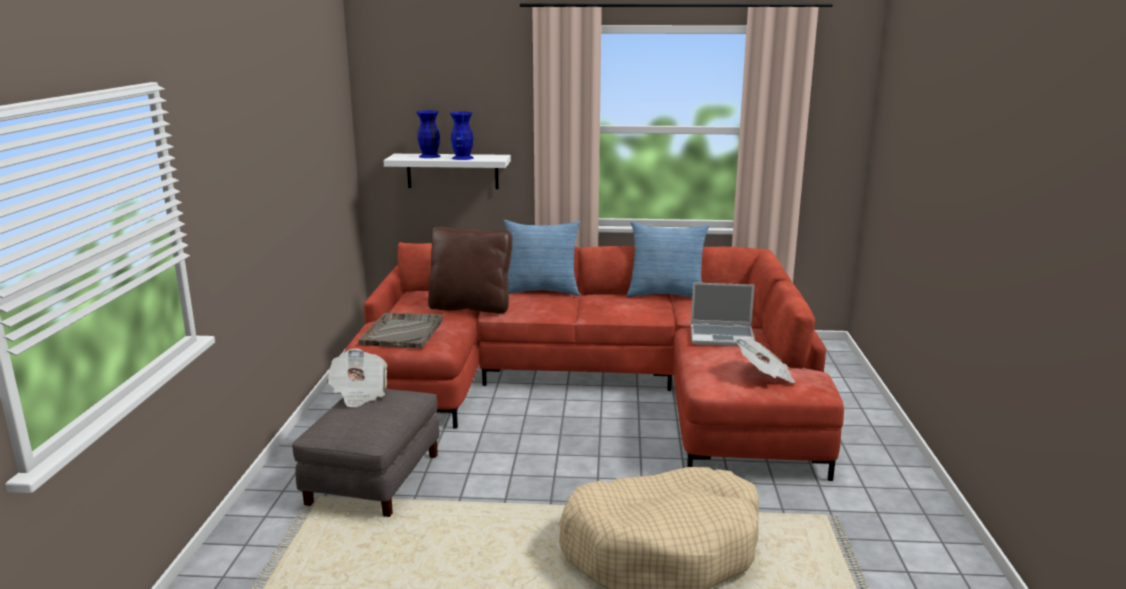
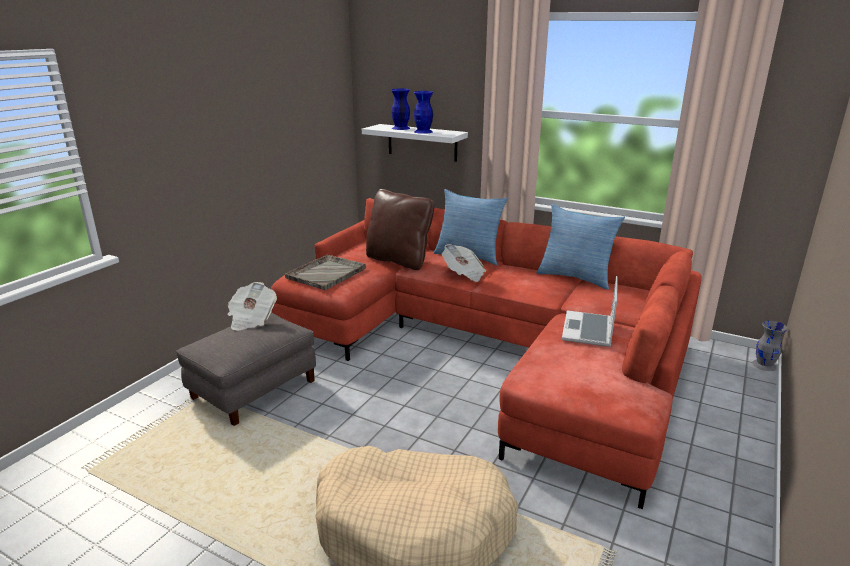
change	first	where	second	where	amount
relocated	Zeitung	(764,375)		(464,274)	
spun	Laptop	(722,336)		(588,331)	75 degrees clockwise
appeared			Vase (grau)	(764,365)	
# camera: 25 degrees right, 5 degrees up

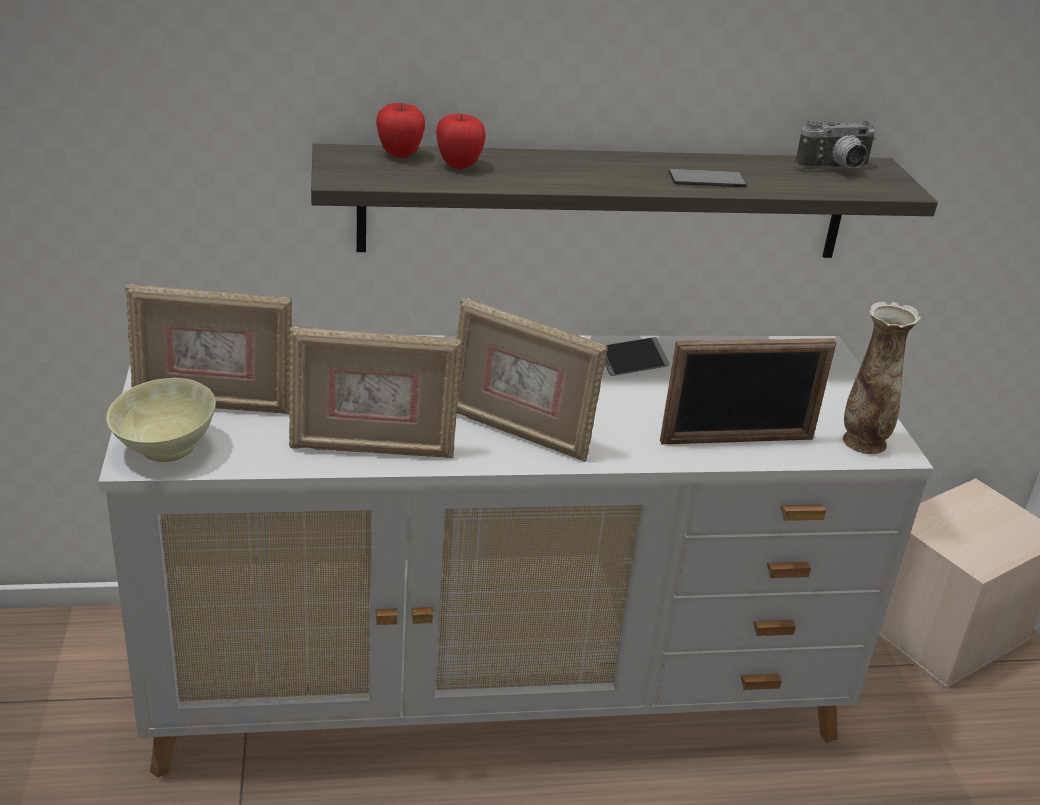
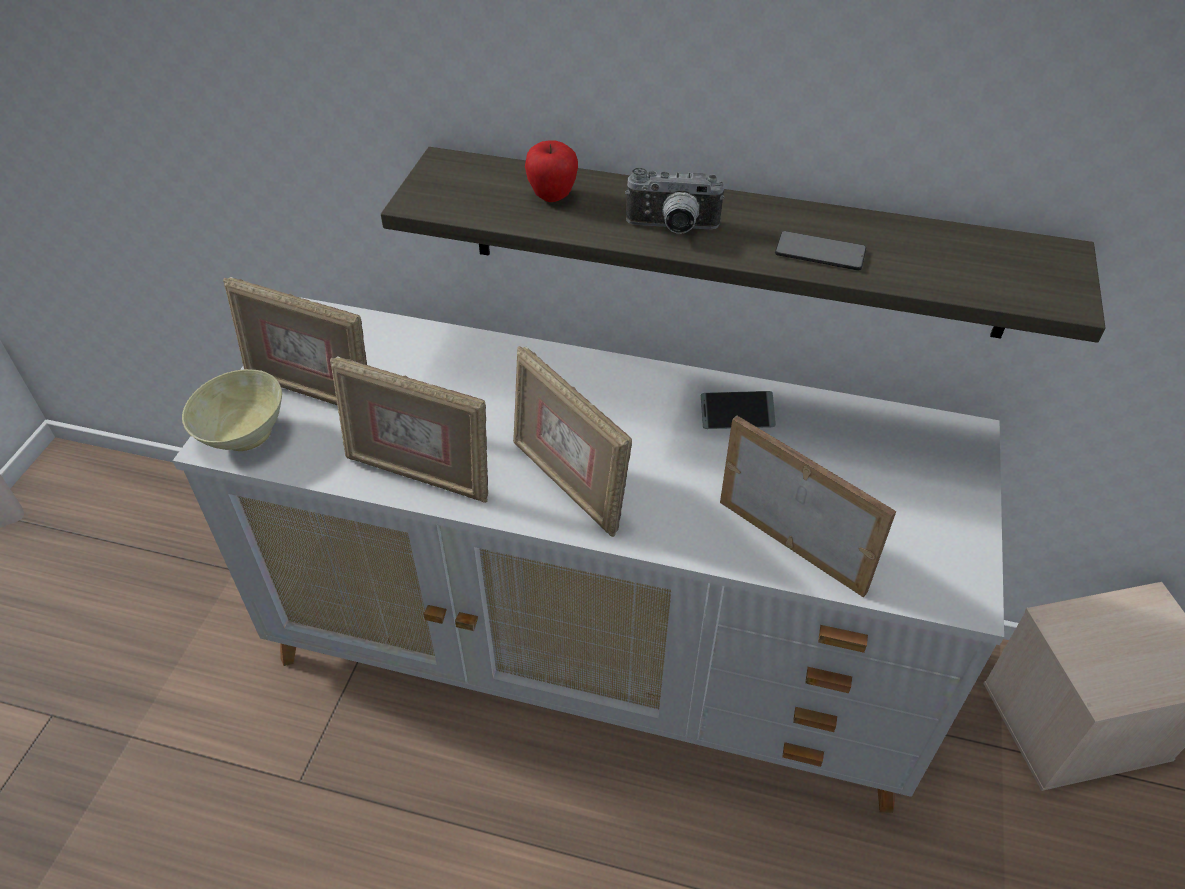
change	first	where	second	where	amount
relocated	Kamera	(836,170)		(672,229)	
spun	Bilderrahmen	(737,440)		(791,545)	150 degrees counterclockwise
missing	Apfel	(400,155)			
missing	Vase	(862,442)			
# camera: 25 degrees right, 15 degrees up

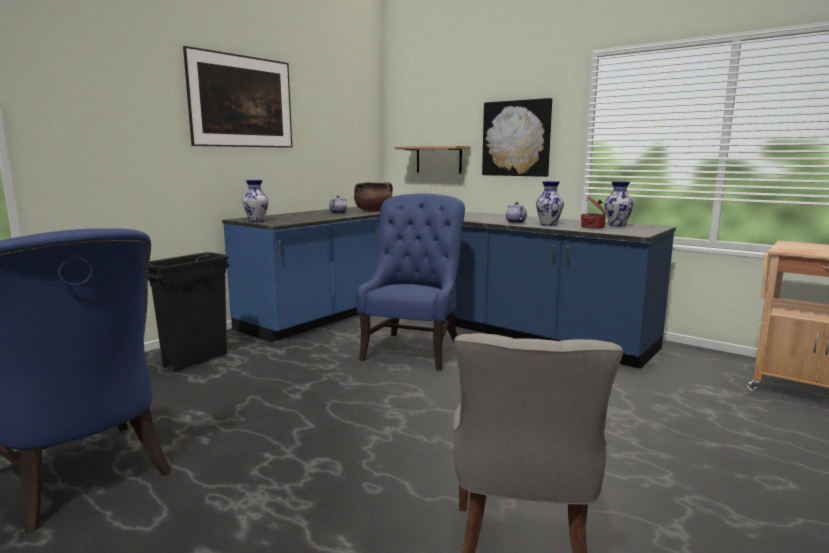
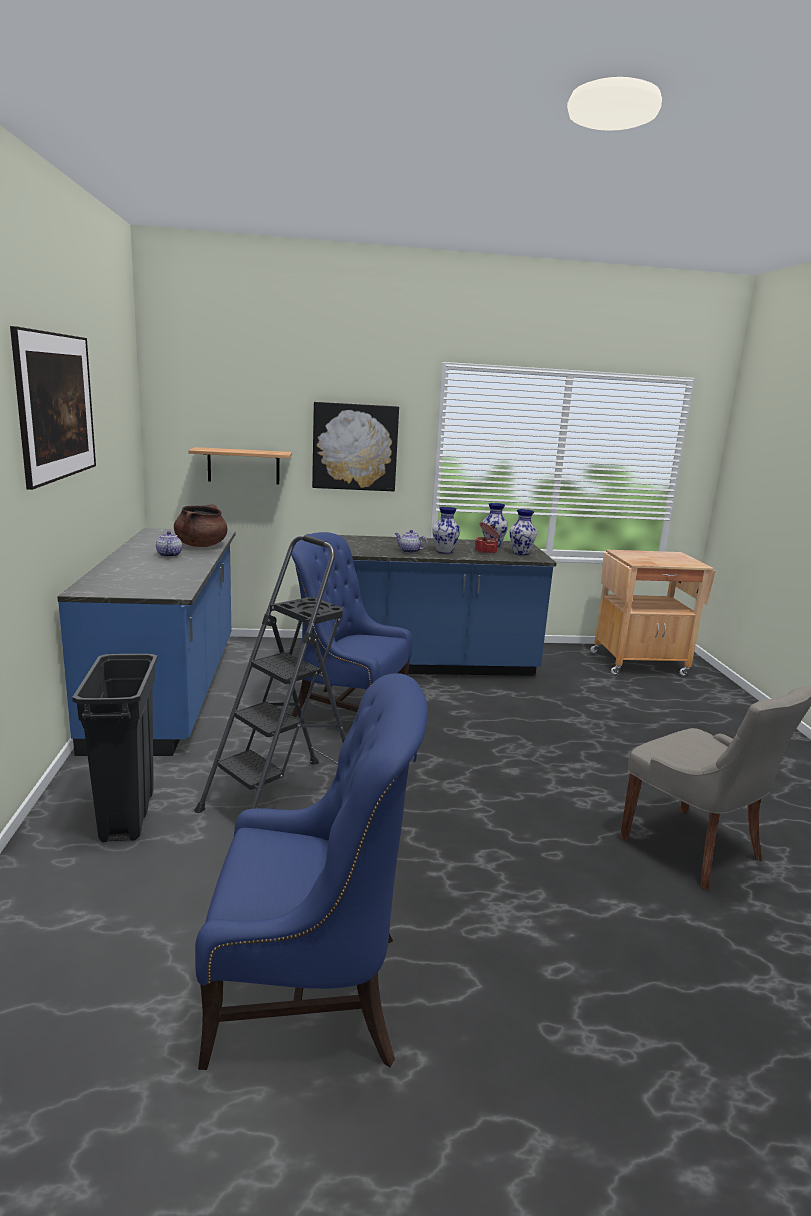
change	first	where	second	where	amount
appeared			Trittleiter	(284,799)	
spun	Stuhl (blau)	(413,350)		(347,714)	45 degrees counterclockwise
relocated	Vase	(256,221)		(521,553)	
# camera: 45 degrees left, 5 degrees up

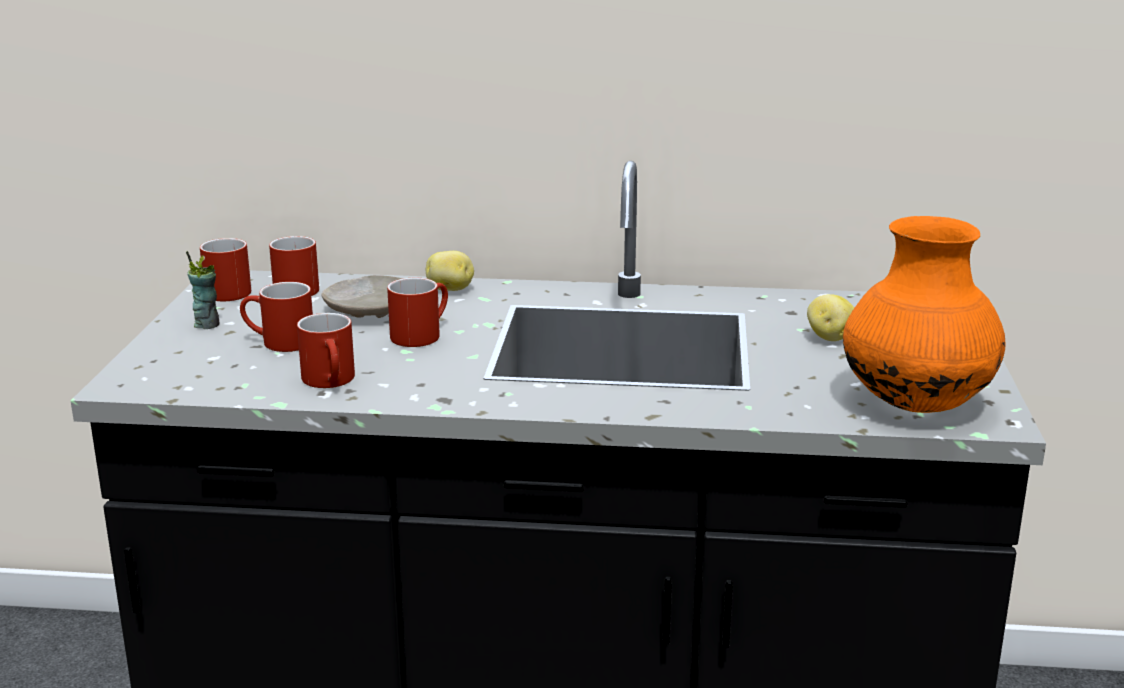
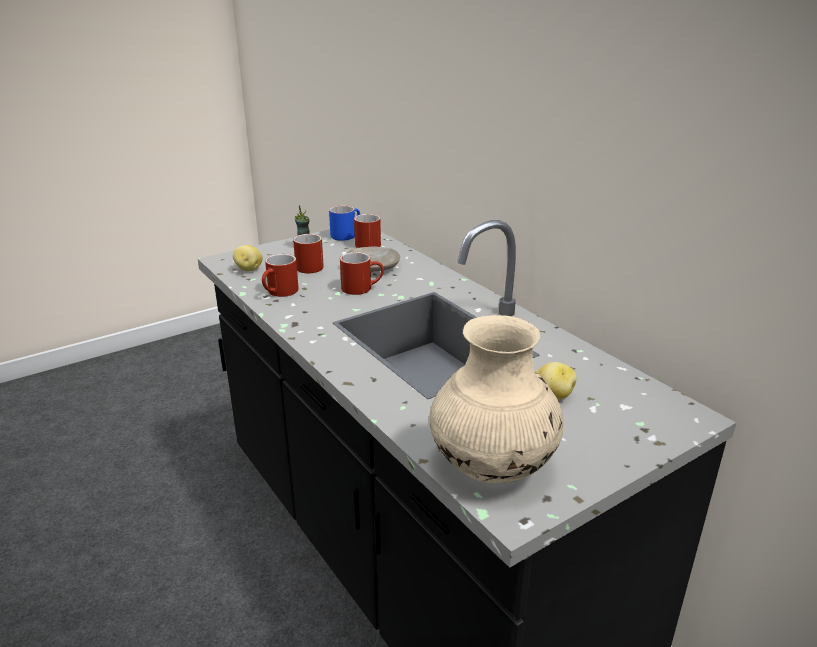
change	first	where	second	where	amount
relocated	Kartoffel	(450,289)		(248,269)	
colour	Henkelbecher (rot)	(227,290)	Henkelbecher (blau)	(346,234)	
colour	Vase (orange)	(916,405)	Vase (beige)	(492,468)	
# camera: 50 degrees right, 5 degrees up

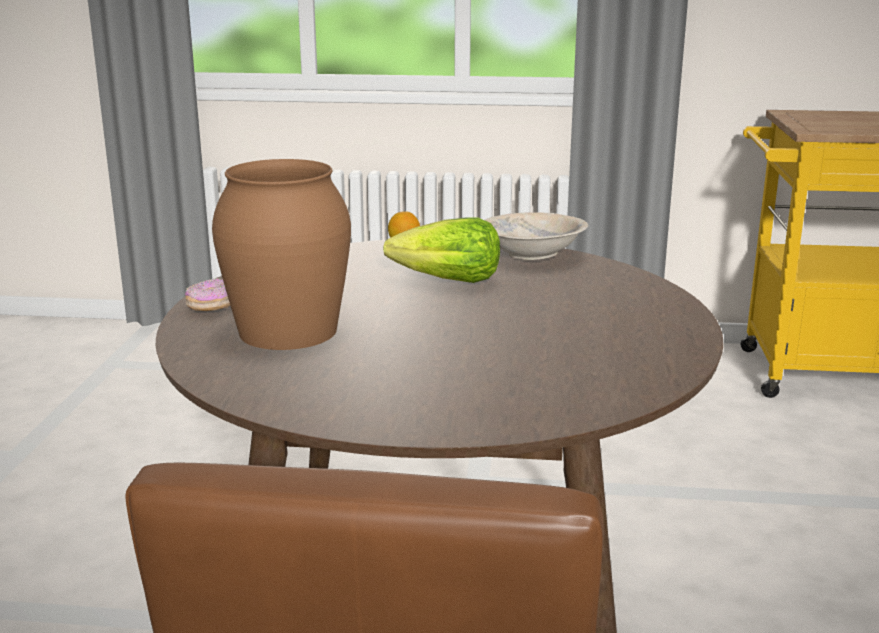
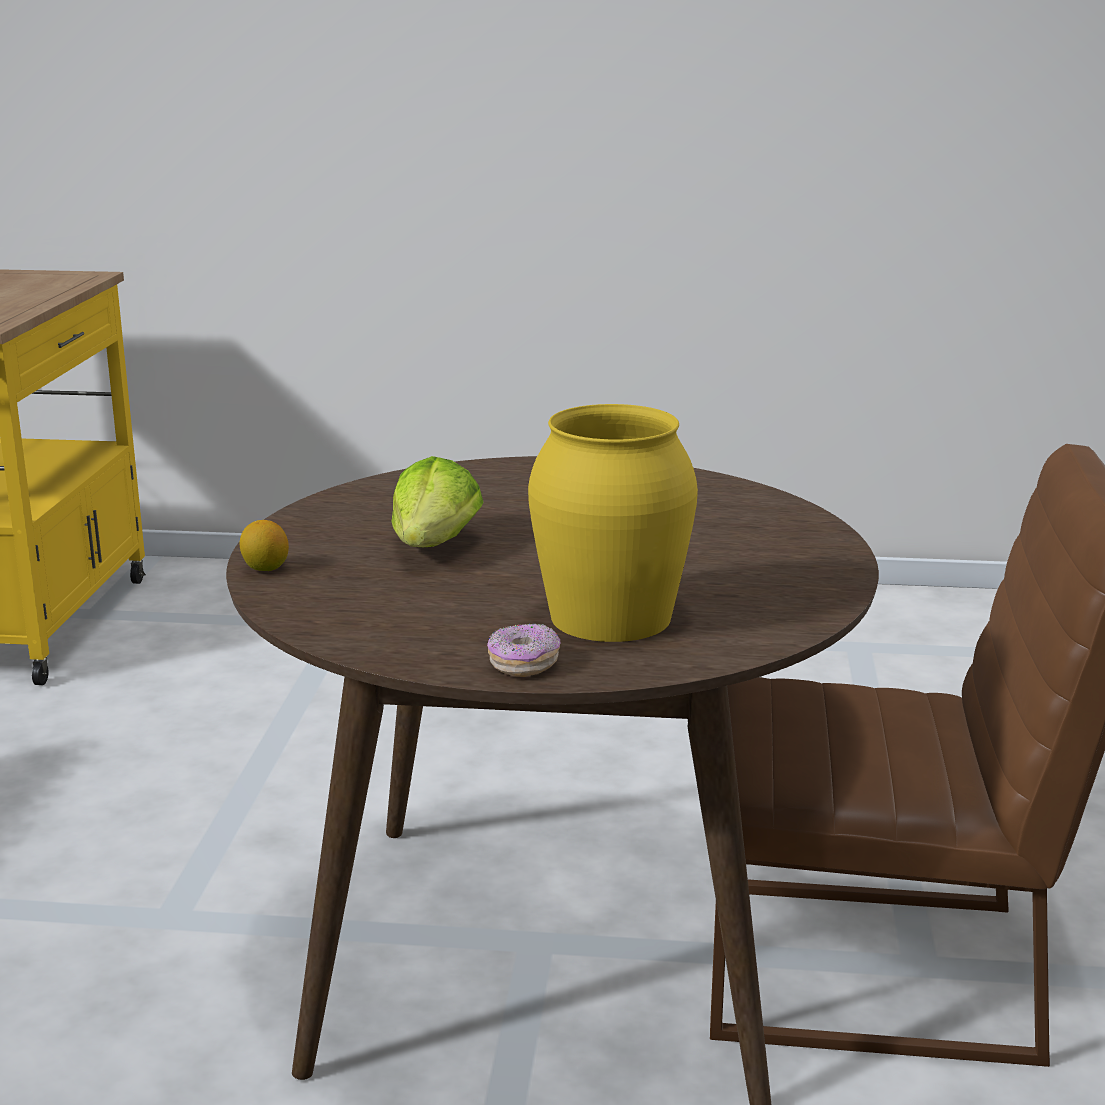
change	first	where	second	where	amount
colour	Vase (braun)	(289,331)	Vase (gelb)	(610,616)	
missing	Schüssel (beige)	(531,255)			
# camera: 90 degrees left, 0 degrees up

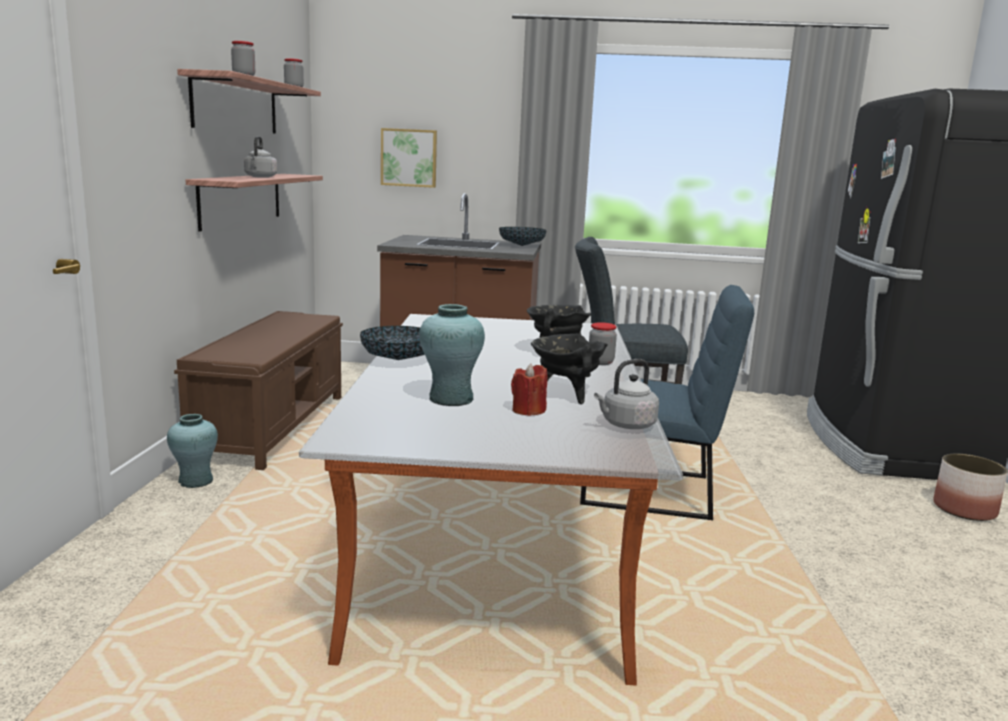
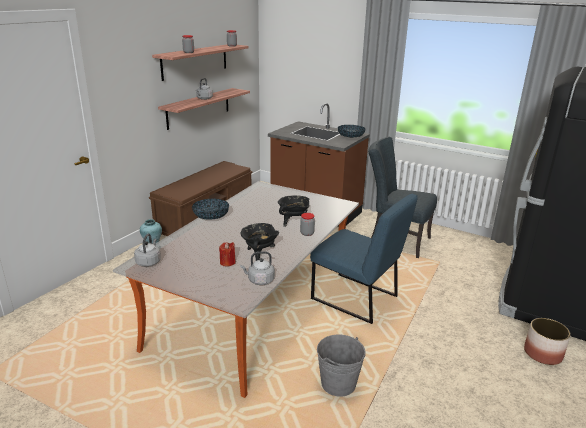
change	first	where	second	where	amount
appeared			Wasserkessel (grau)	(149,262)	
appeared			Eimer (grau)	(338,384)	
missing	Bild	(409,158)			
missing	Vase (türkis)	(451,399)			
# camera: 25 degrees right, 10 degrees up

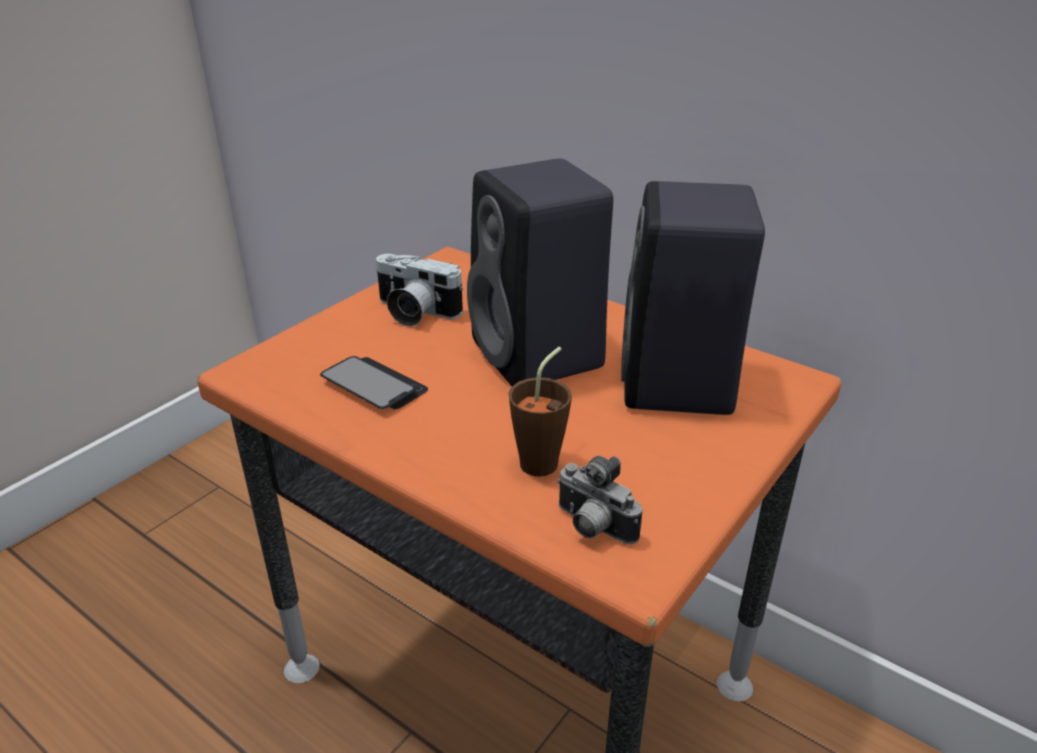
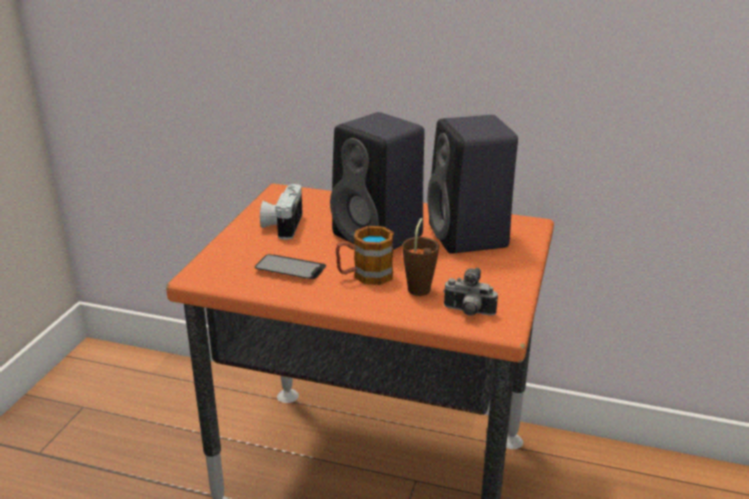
change	first	where	second	where	amount
spun	Kamera	(414,312)		(282,225)	90 degrees clockwise
appeared			Henkelbecher	(365,276)	
# camera: 20 degrees left, 5 degrees down

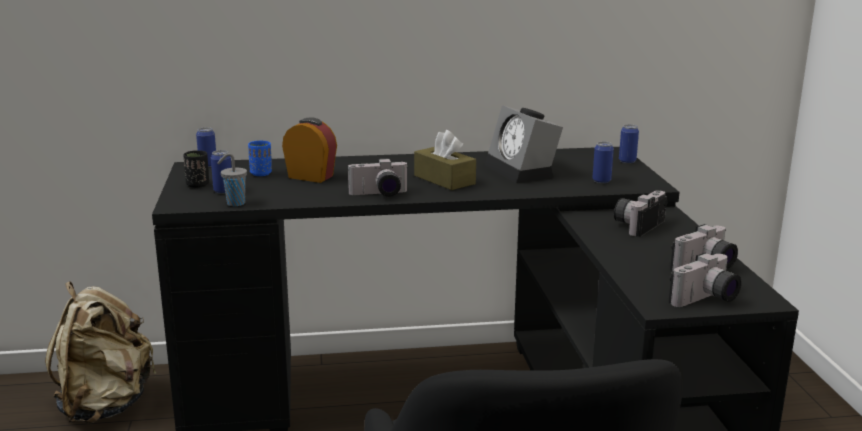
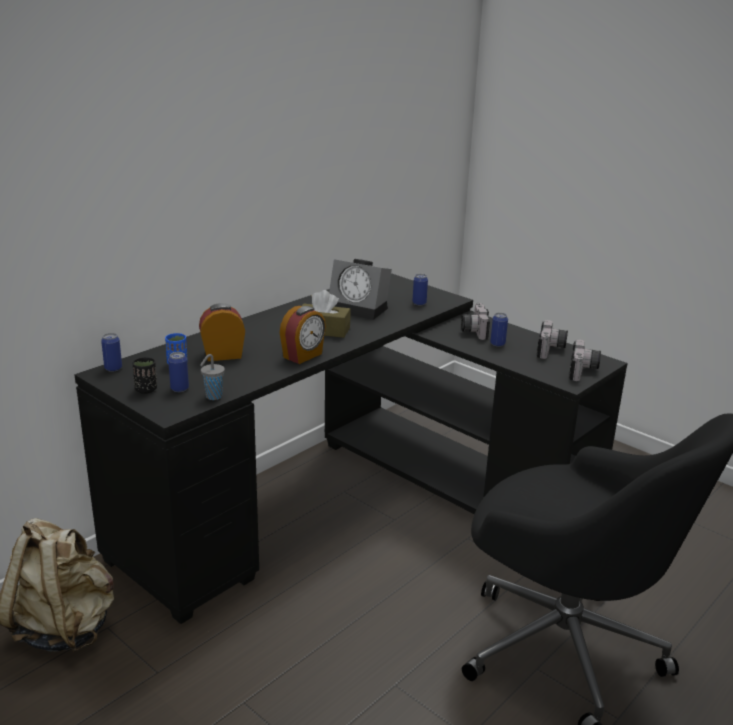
change	first	where	second	where	amount
exchanged	Kamera	(379,194)	Wecker	(303,356)	
relocated	Dose	(627,161)		(497,344)	
# camera: 40 degrees left, 5 degrees up

